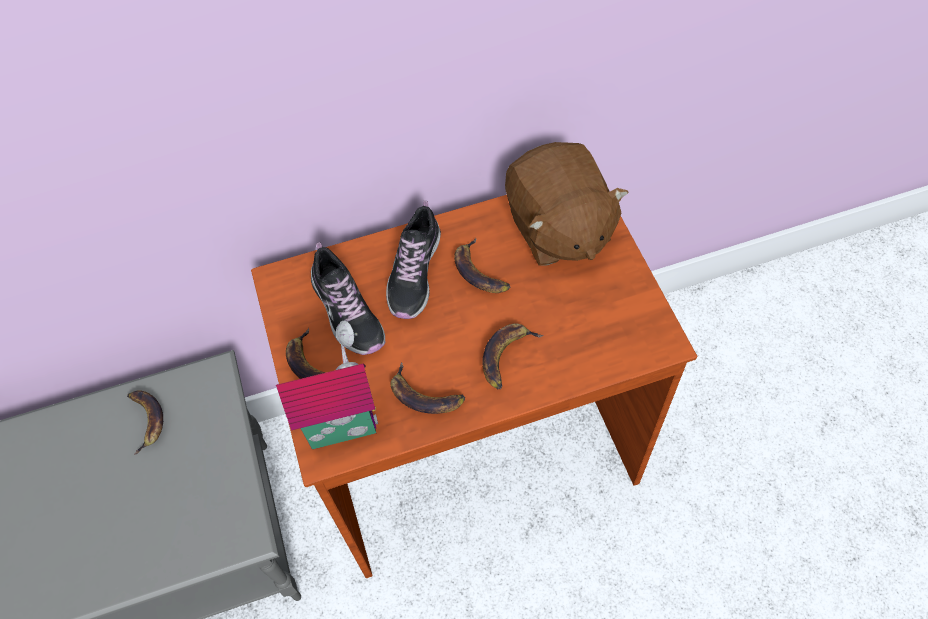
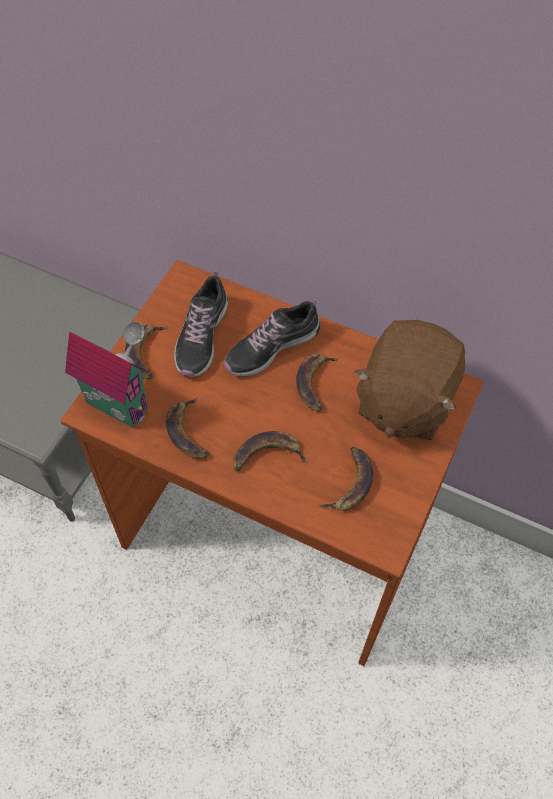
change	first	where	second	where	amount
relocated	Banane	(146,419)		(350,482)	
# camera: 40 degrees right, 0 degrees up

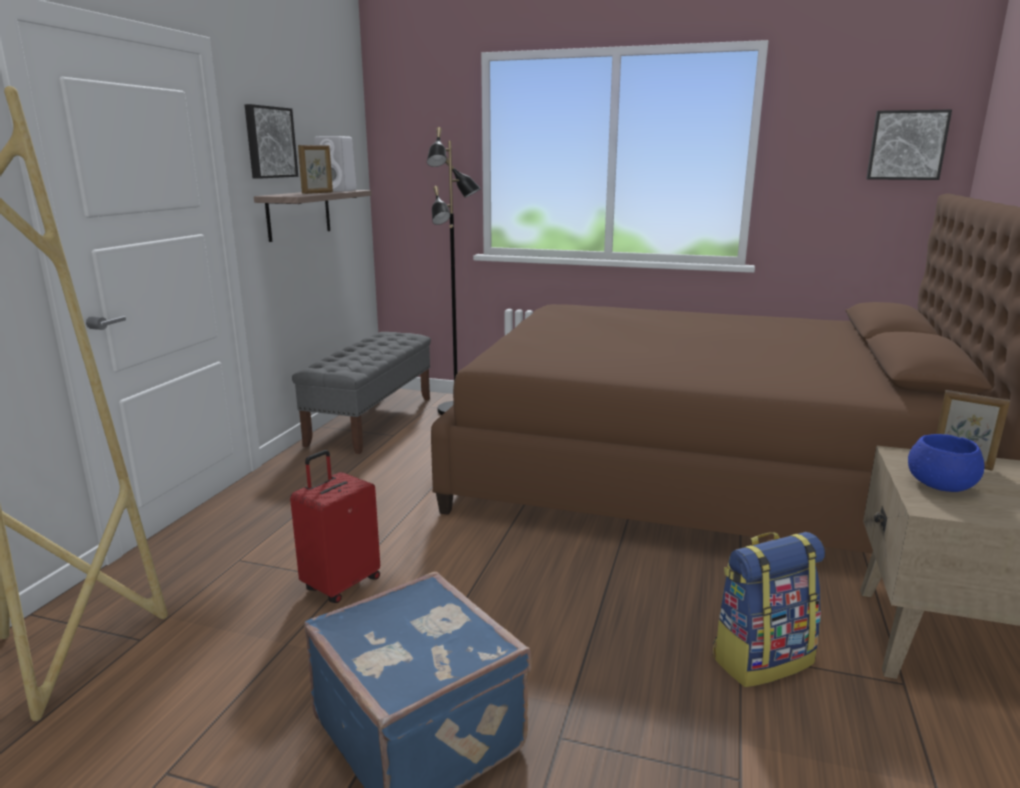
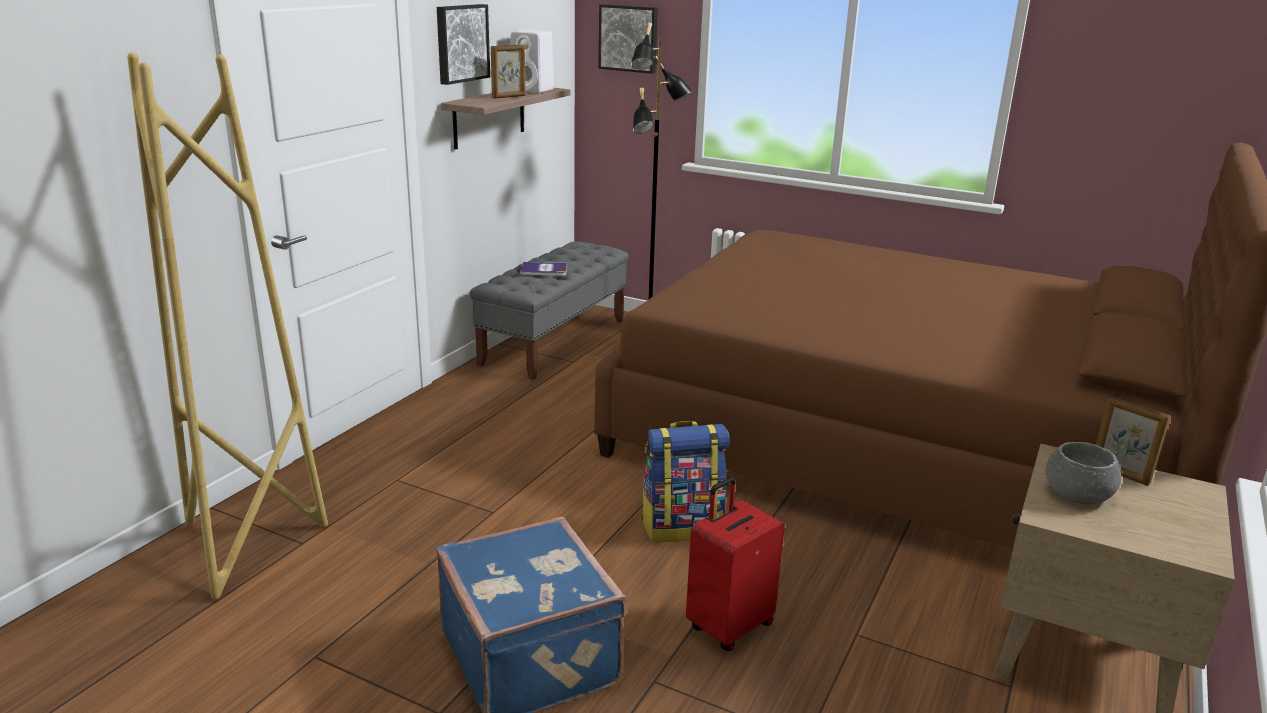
change	first	where	second	where	amount
appeared			Buch	(544,270)	
relocated	Bild	(906,145)		(629,38)	
relocated	Rucksack	(761,659)		(682,526)	
relocated	Koffer (rot)	(341,584)		(728,626)	
colour	Schüssel (blau)	(941,484)	Schüssel (grau)	(1078,494)	
# camera: 10 degrees right, 5 degrees up

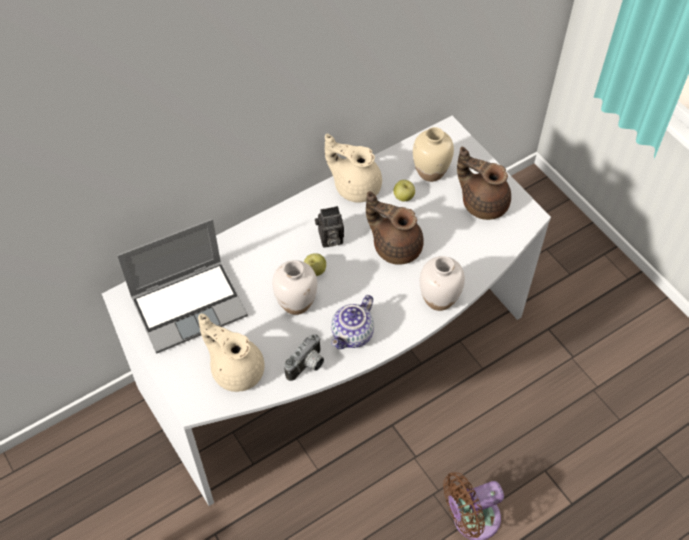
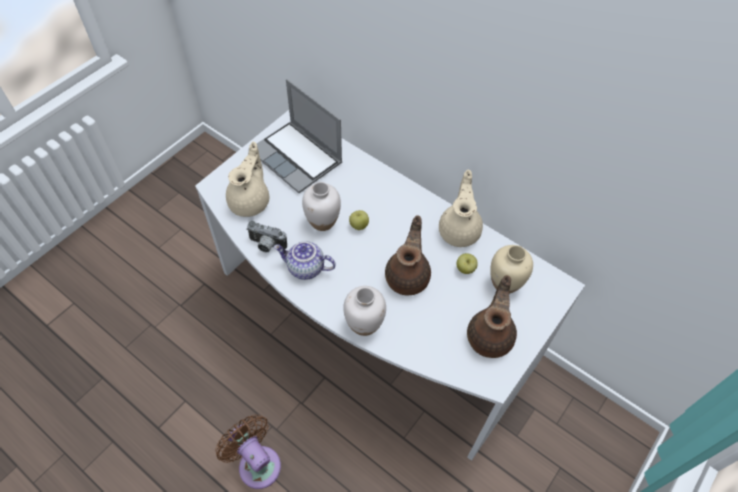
change	first	where	second	where	amount
missing	Kamera	(329,239)			
# camera: 70 degrees right, 0 degrees up

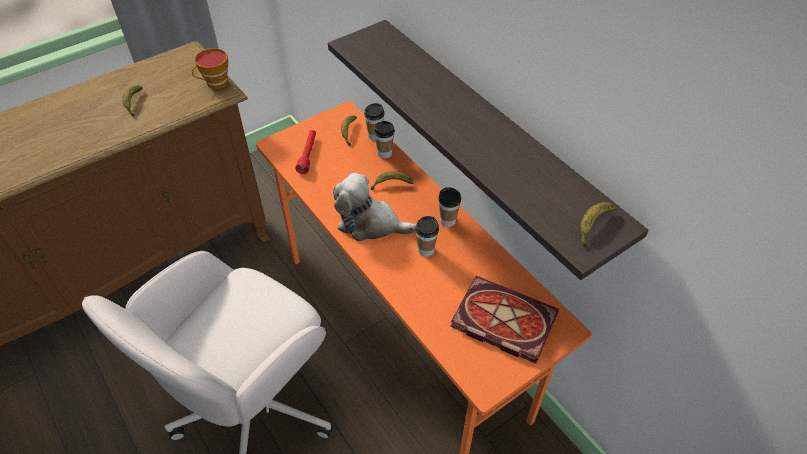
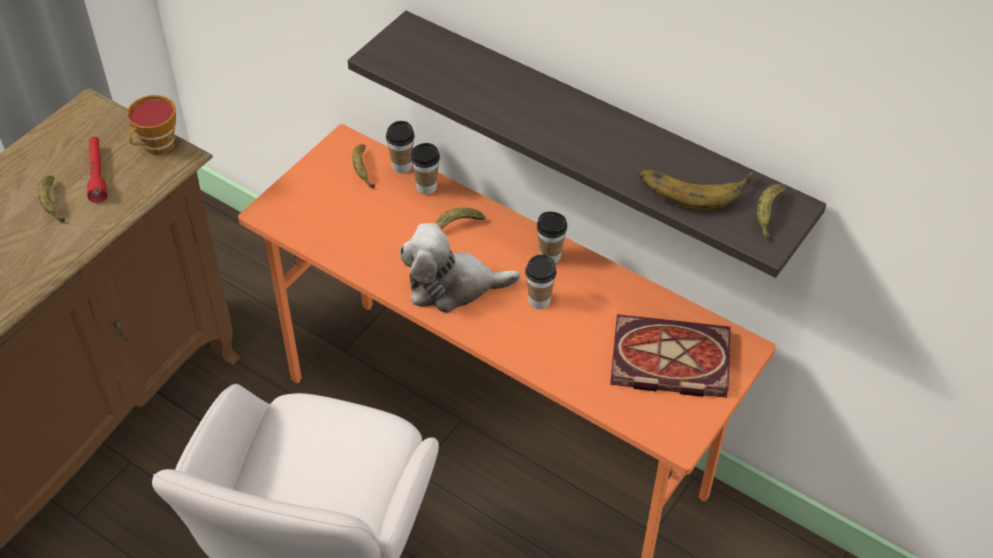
change	first	where	second	where	amount
relocated	Taschenlampe (rot)	(308,155)		(97,174)	
appeared			Banane	(693,184)	
# camera: 20 degrees left, 0 degrees up

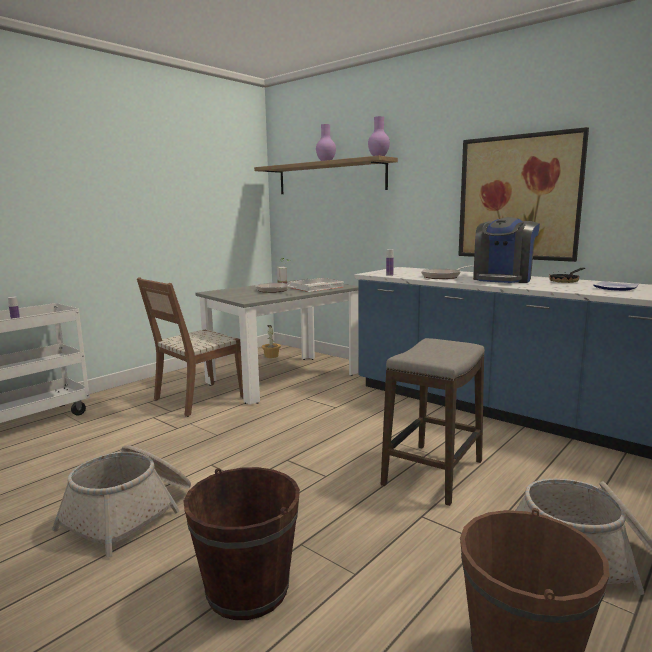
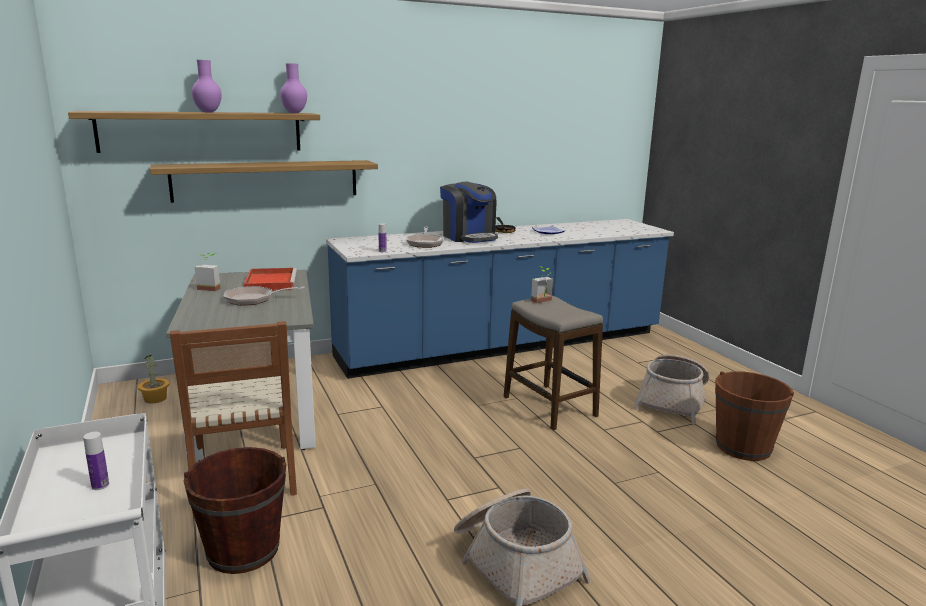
change	first	where	second	where	amount
appeared			Wandregal	(267,180)	
relocated	Eimer (braun)	(247,589)		(243,550)	
colour	Tablett (weiß)	(316,287)	Tablett (rot)	(270,282)	
appeared			Topfpflanze	(543,301)	
missing	Bild	(518,198)			
# camera: 65 degrees left, 5 degrees up

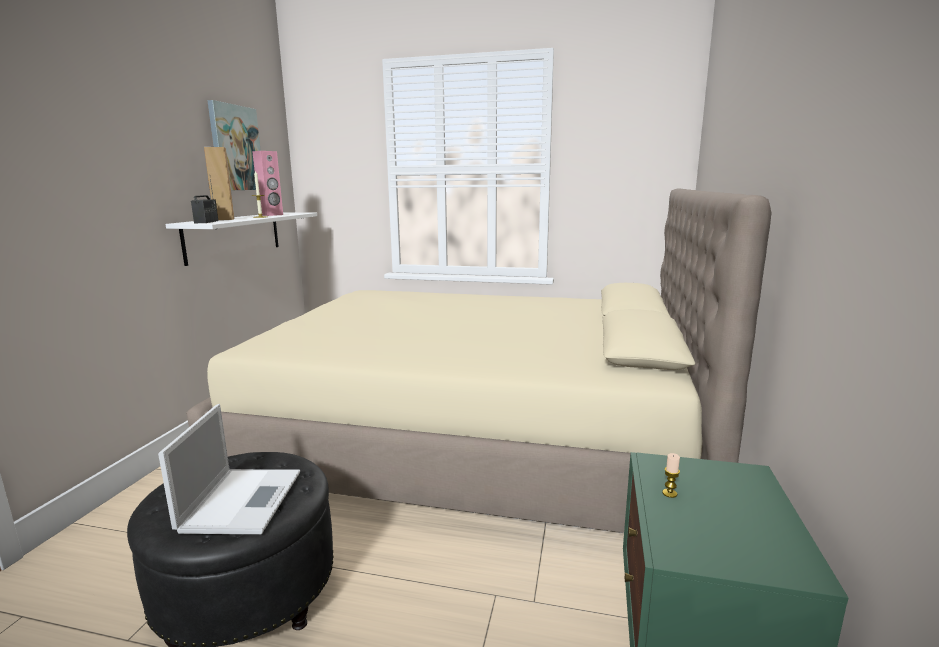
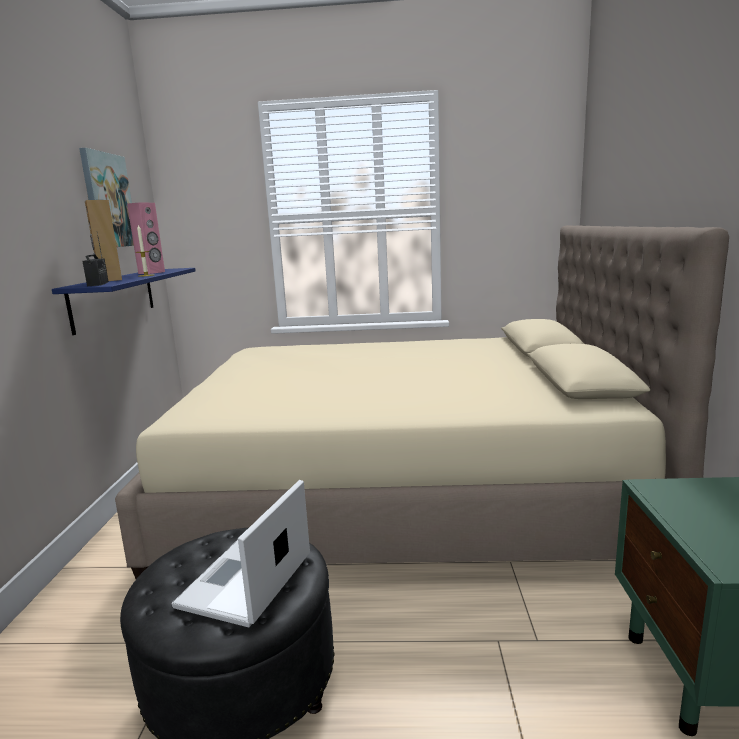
change	first	where	second	where	amount
colour	Wandregal (weiß)	(234,236)	Wandregal (blau)	(114,298)	
spun	Laptop	(242,499)		(245,582)	150 degrees counterclockwise
missing	Kerze	(669,493)			
# camera: 10 degrees left, 0 degrees up

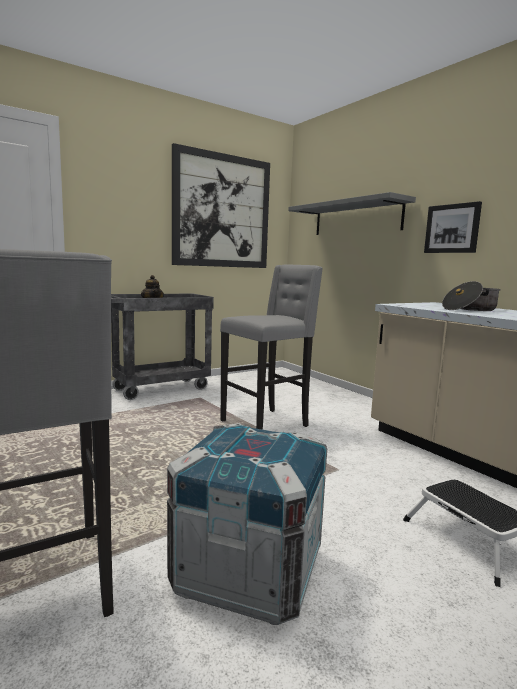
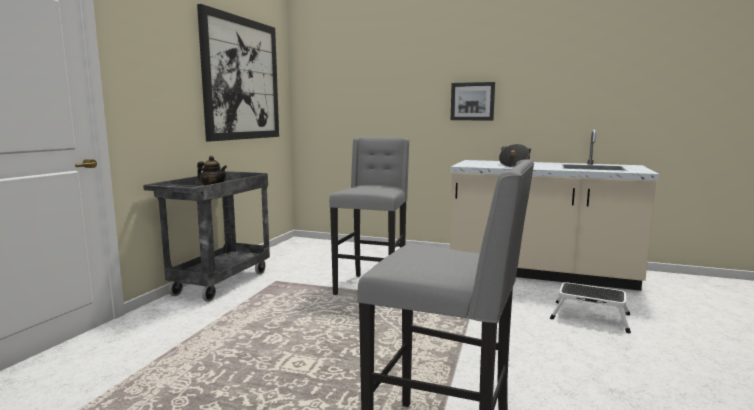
change	first	where	second	where	amount
missing	Kiste	(248,571)			
missing	Wandregal (grau)	(356,218)			
# camera: 35 degrees left, 0 degrees up

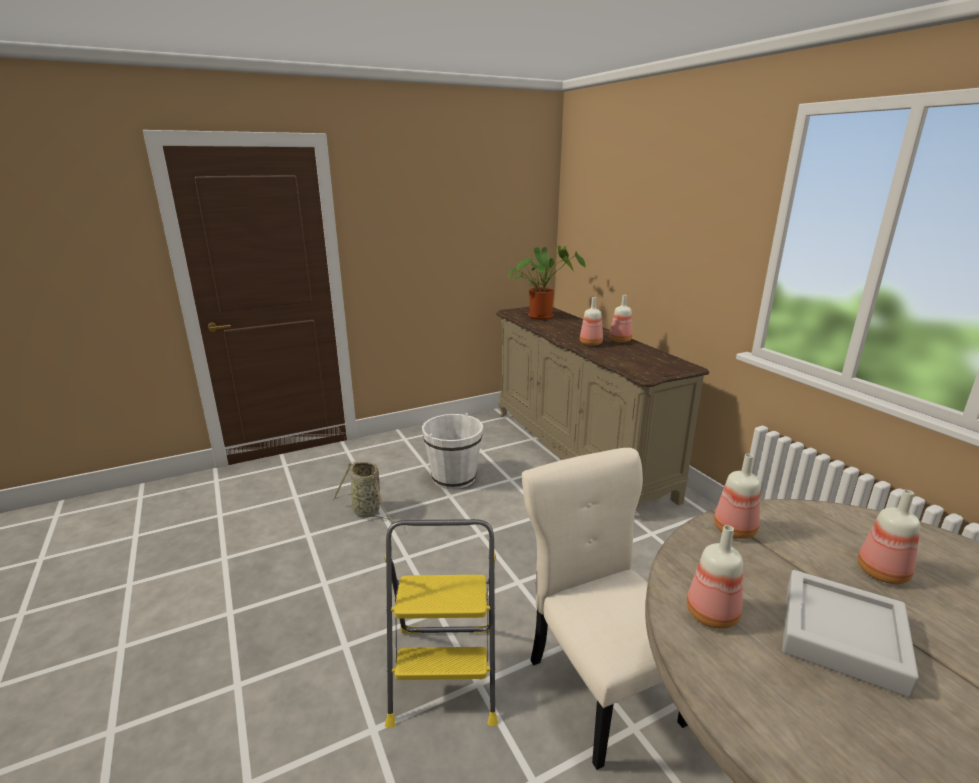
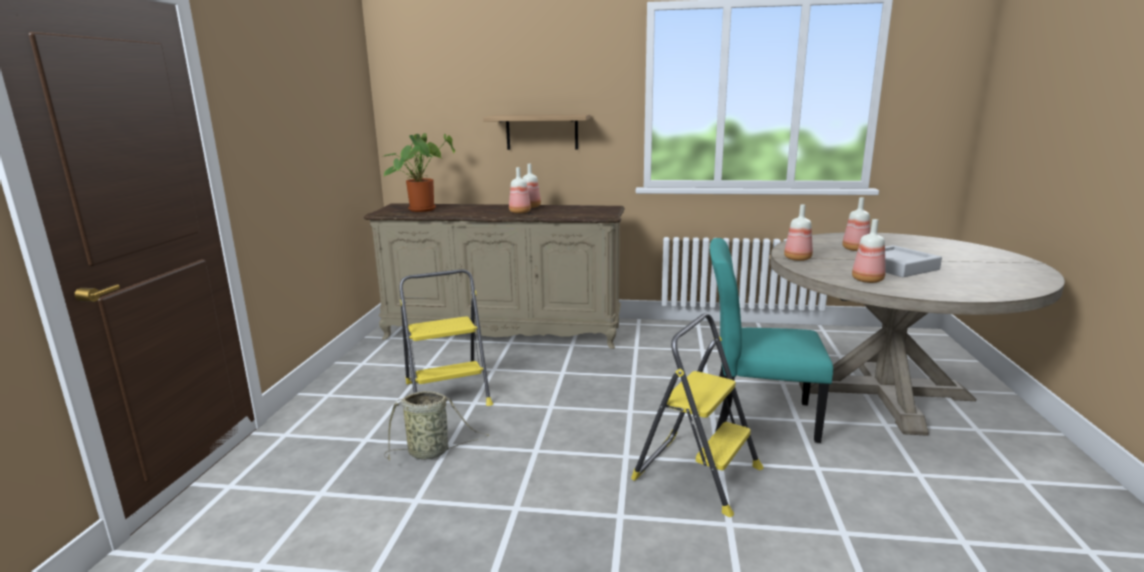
change	first	where	second	where	amount
exchanged	Eimer (weiß)	(454,477)	Trittleiter (gelb)	(447,391)	
appeared			Wandregal	(542,132)	
colour	Stuhl (beige)	(600,685)	Stuhl (türkis)	(757,417)	
# camera: 55 degrees left, 5 degrees down

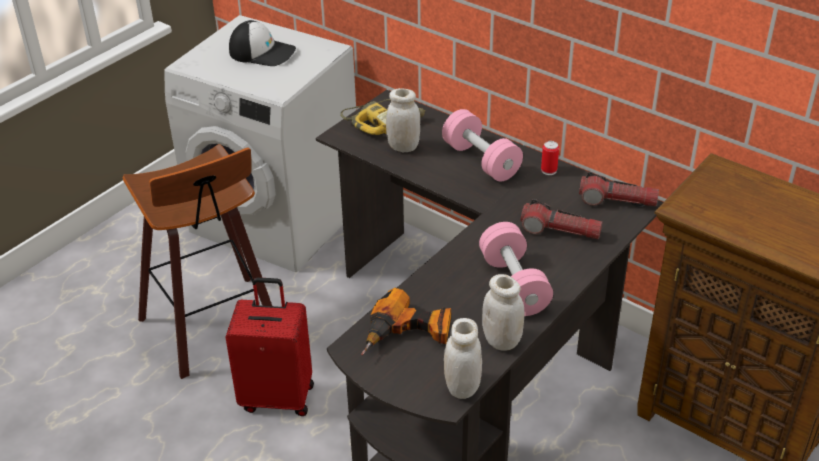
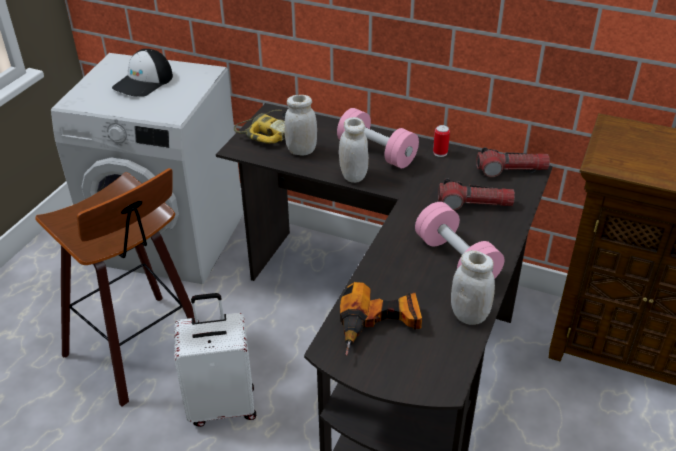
change	first	where	second	where	amount
spun	Kappe	(262,52)		(144,82)	120 degrees clockwise
colour	Koffer (rot)	(278,396)	Koffer (weiß)	(222,405)	
relocated	Vorratsglas (weiß)	(462,387)		(353,176)	
# camera: 15 degrees left, 0 degrees up

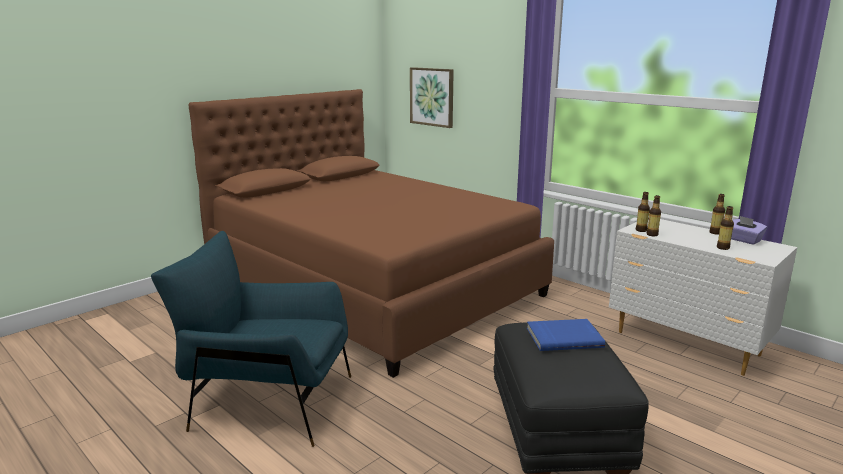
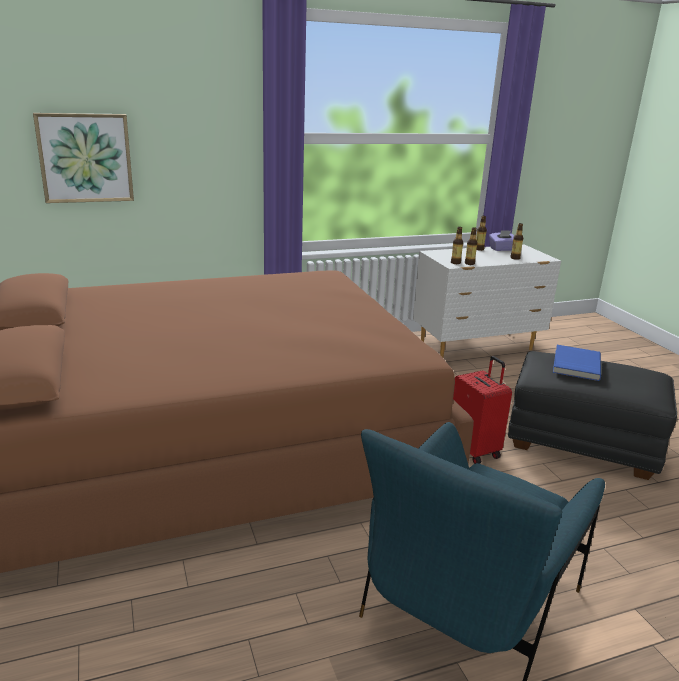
change	first	where	second	where	amount
appeared			Koffer (rot)	(475,450)	
# camera: 65 degrees left, 5 degrees up

